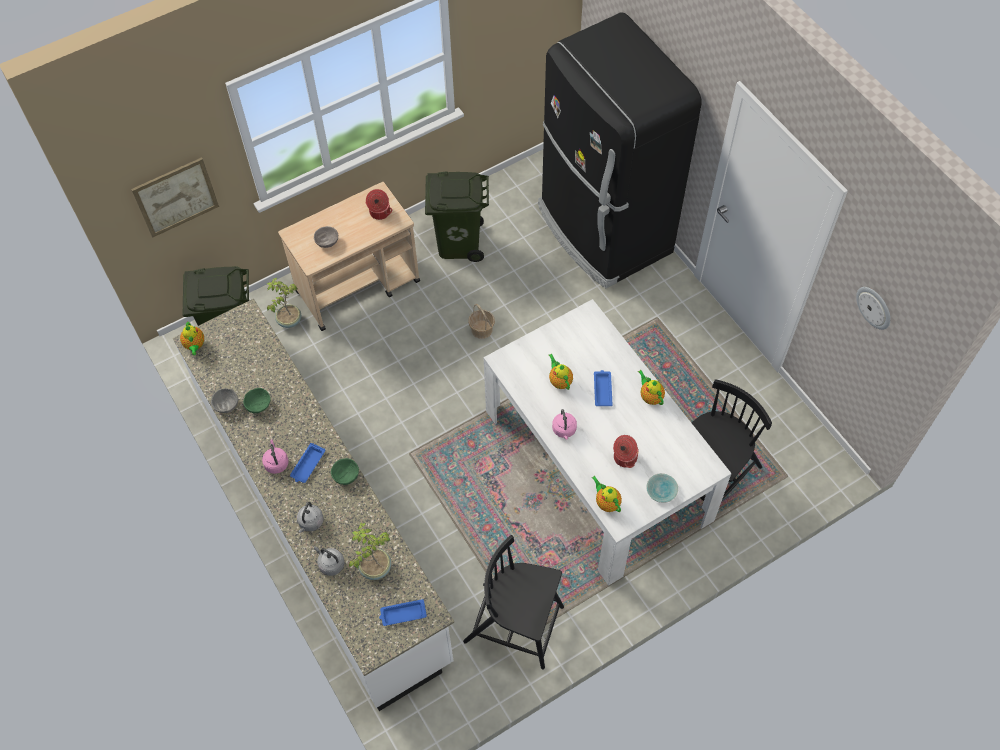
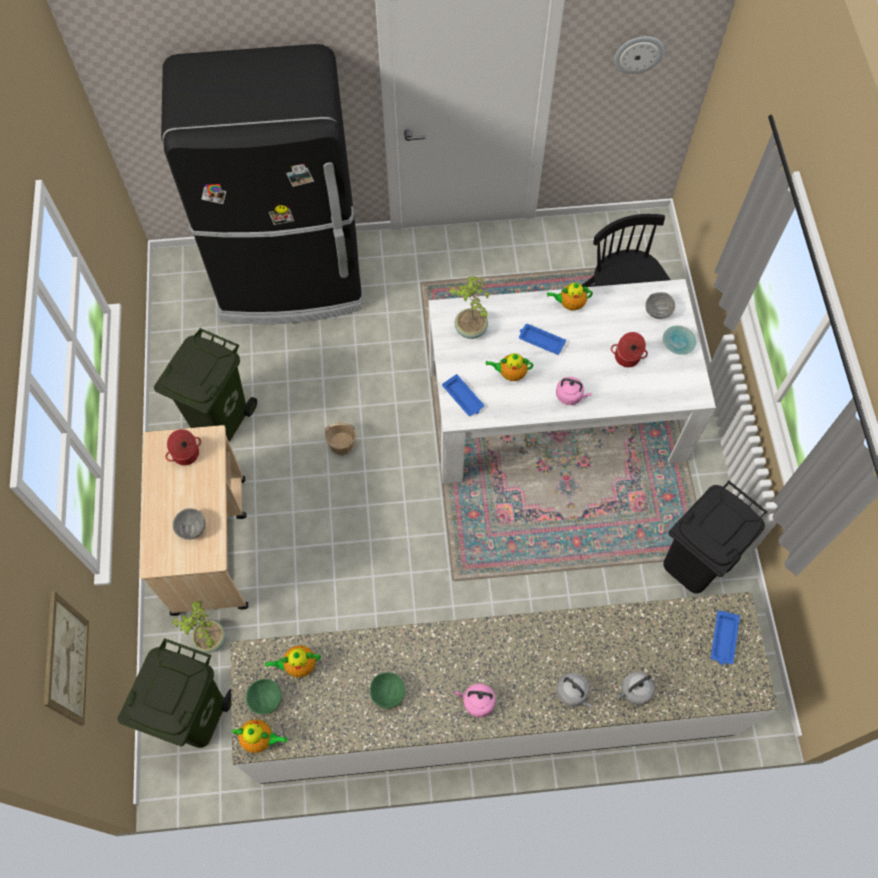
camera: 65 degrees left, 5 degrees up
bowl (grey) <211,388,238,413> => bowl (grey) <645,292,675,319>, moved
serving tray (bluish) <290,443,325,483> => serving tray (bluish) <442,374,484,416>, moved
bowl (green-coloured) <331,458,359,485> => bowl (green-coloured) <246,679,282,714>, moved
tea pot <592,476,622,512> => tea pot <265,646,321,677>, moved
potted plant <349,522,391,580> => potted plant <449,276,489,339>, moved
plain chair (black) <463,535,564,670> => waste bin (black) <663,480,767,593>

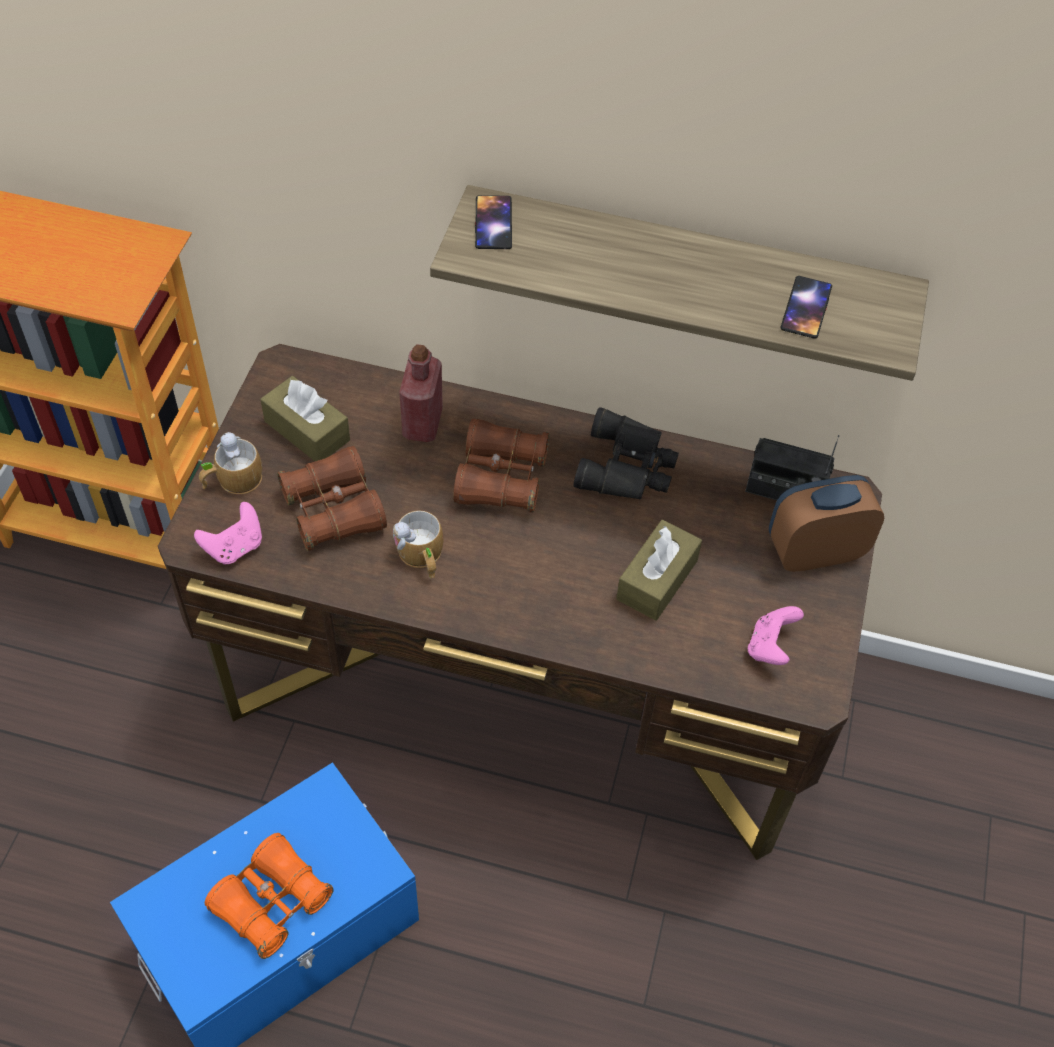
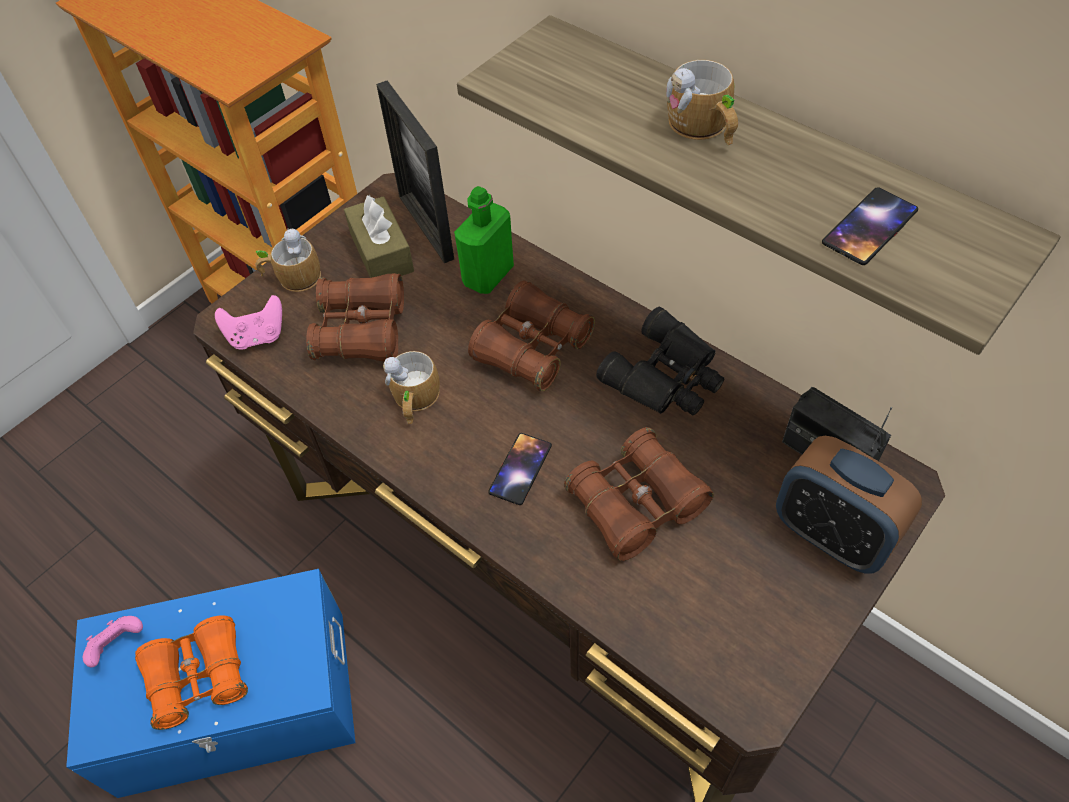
camera: 30 degrees right, 0 degrees up
handset <475,195,512,249> => handset <488,433,552,505>, moved
drink bottle (red) <399,344,443,442> => drink bottle (green-coloured) <454,186,514,294>
bedside clock <769,475,884,572> => bedside clock <776,436,922,574>, 150 degrees counterclockwise
tissue box (brown) <616,520,702,621> => field glasses (brown) <564,427,714,561>
game controller (pink-coloured) <748,606,804,665> => game controller (pink-coloured) <83,616,143,667>, moved
nothing => mug <666,60,738,145>
nothing => photo frame <376,80,454,263>

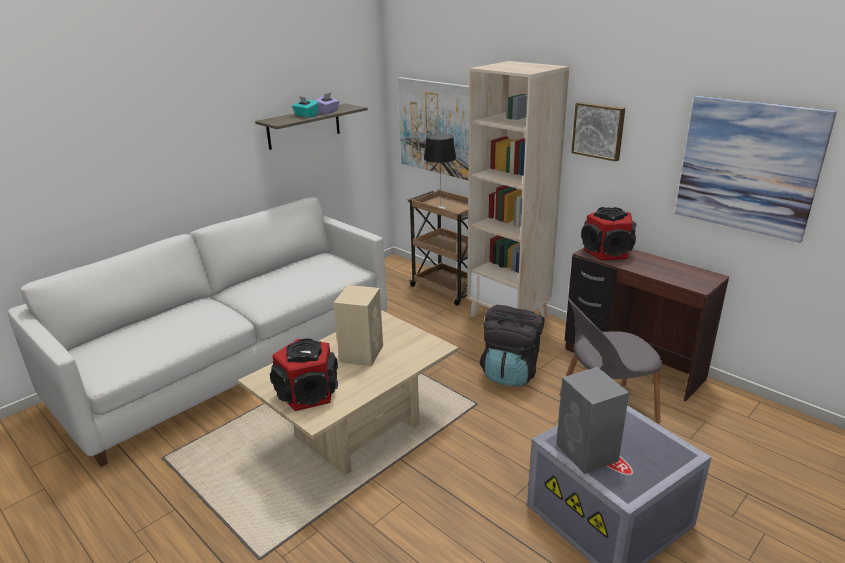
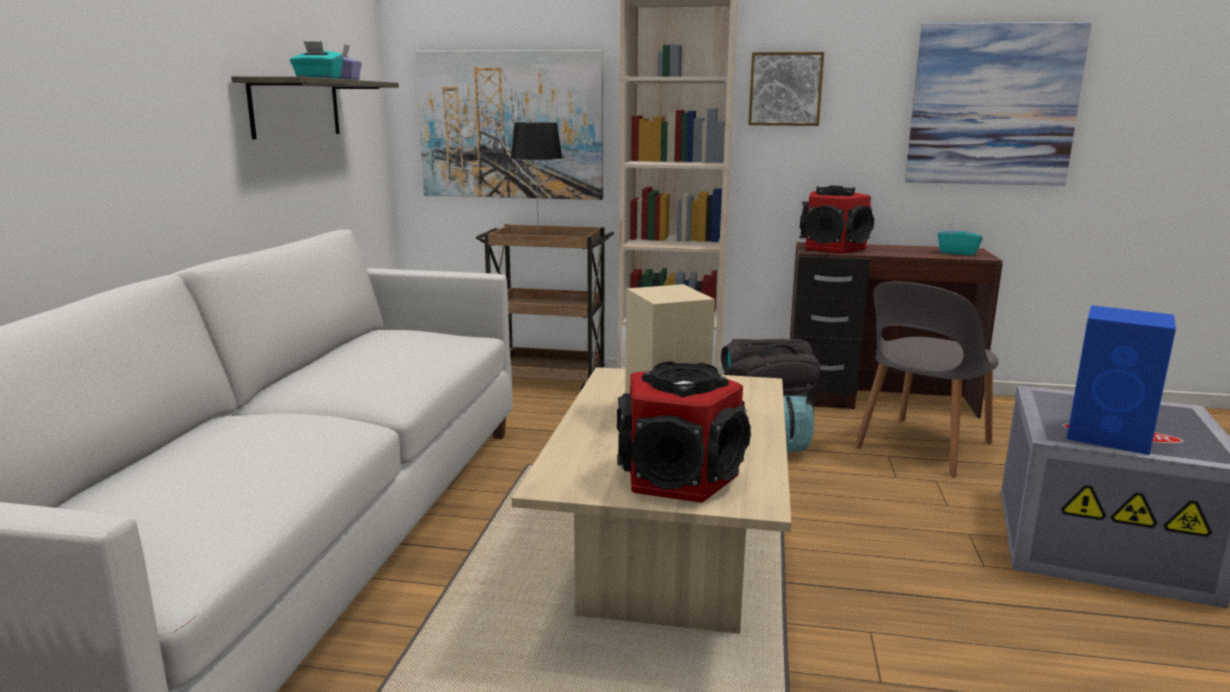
camera: 35 degrees left, 10 degrees down
loudspeaker (grey) <556,367,629,474> => loudspeaker (bluish) <1067,305,1176,455>
nothing => tissue box (turquoise-coloured) <938,221,983,256>

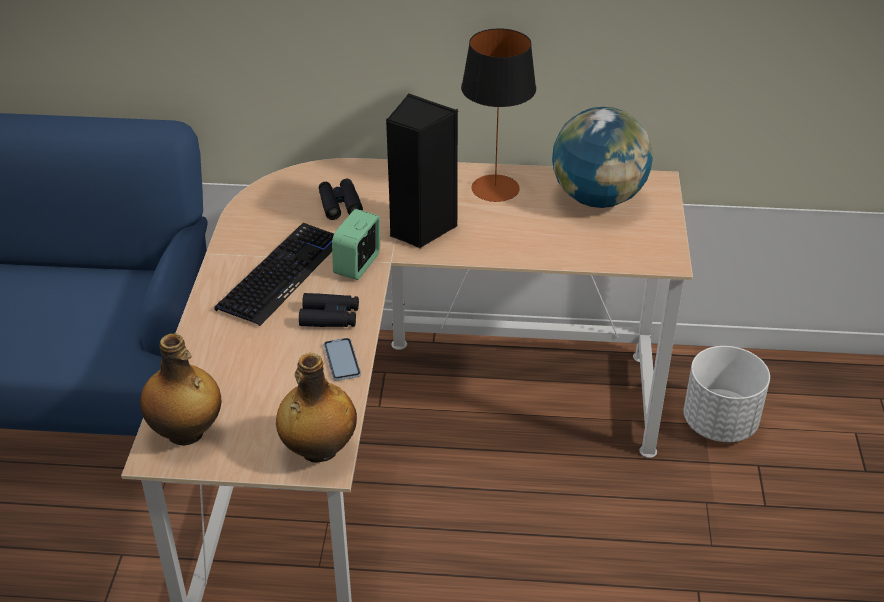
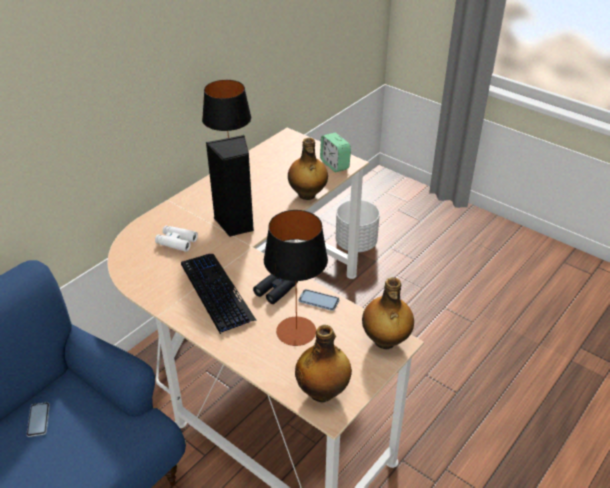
camera: 55 degrees left, 0 degrees up
world globe <552,107,653,208> => nothing
field glasses (black) <319,179,363,220> => field glasses (white-coloured) <155,225,198,252>
bedside clock <332,209,380,280> => bedside clock <320,132,351,172>, moved
nothing => drink bottle <288,138,328,200>
nothing => table lamp <264,210,328,346>
nothing => handset <26,402,50,437>

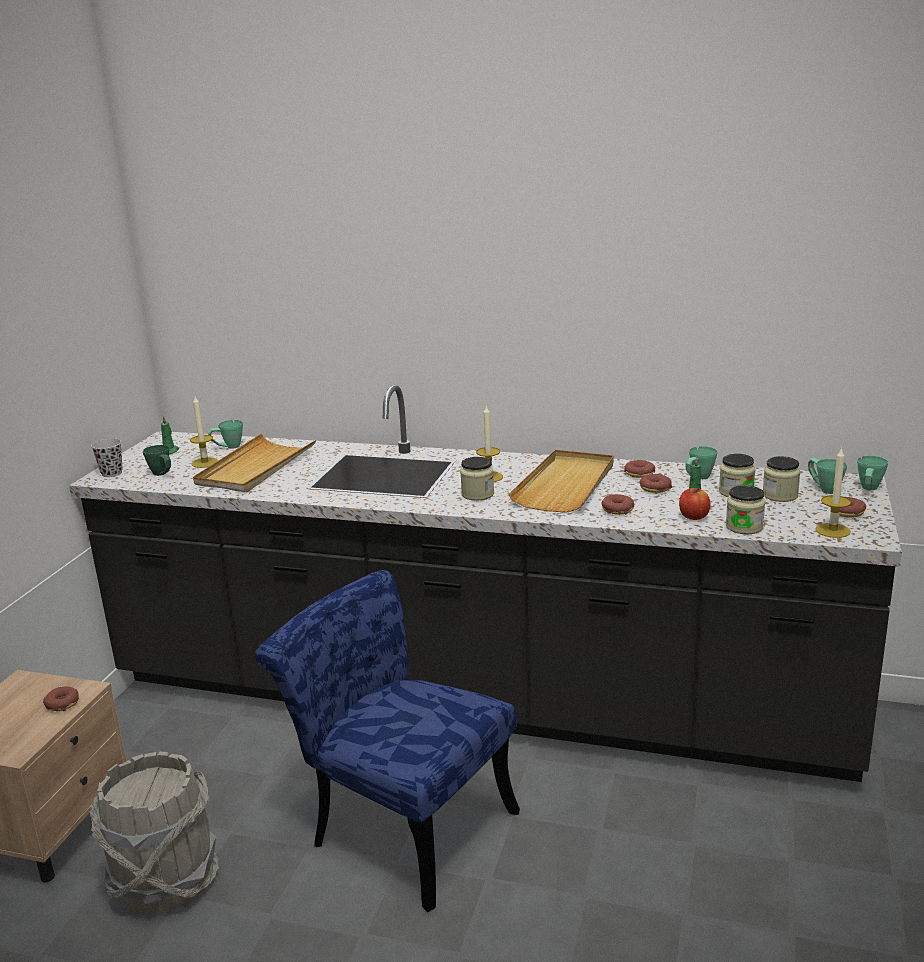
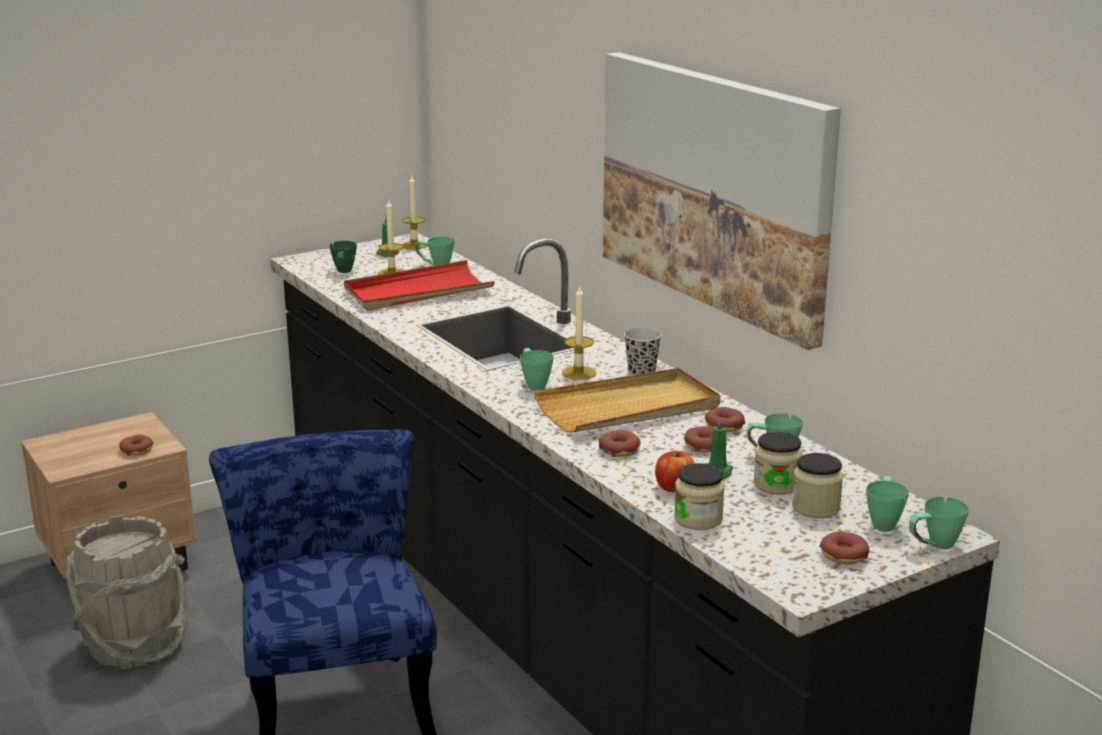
camera: 40 degrees right, 0 degrees up
serving tray (beige-coloured) <193,433,316,493> => serving tray (red) <344,260,495,311>
cup (black) <91,438,123,477> => cup (black) <624,327,662,375>, moved
candle <816,447,851,538> => candle <401,176,427,250>, moved
jar <460,457,494,501> => mug (green-coloured) <520,348,554,391>
nothing => picture <603,52,841,350>

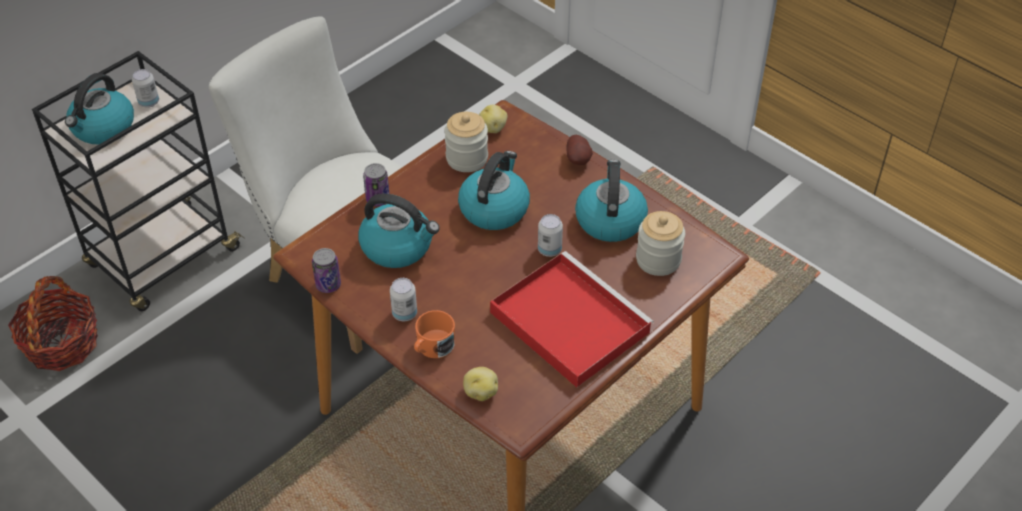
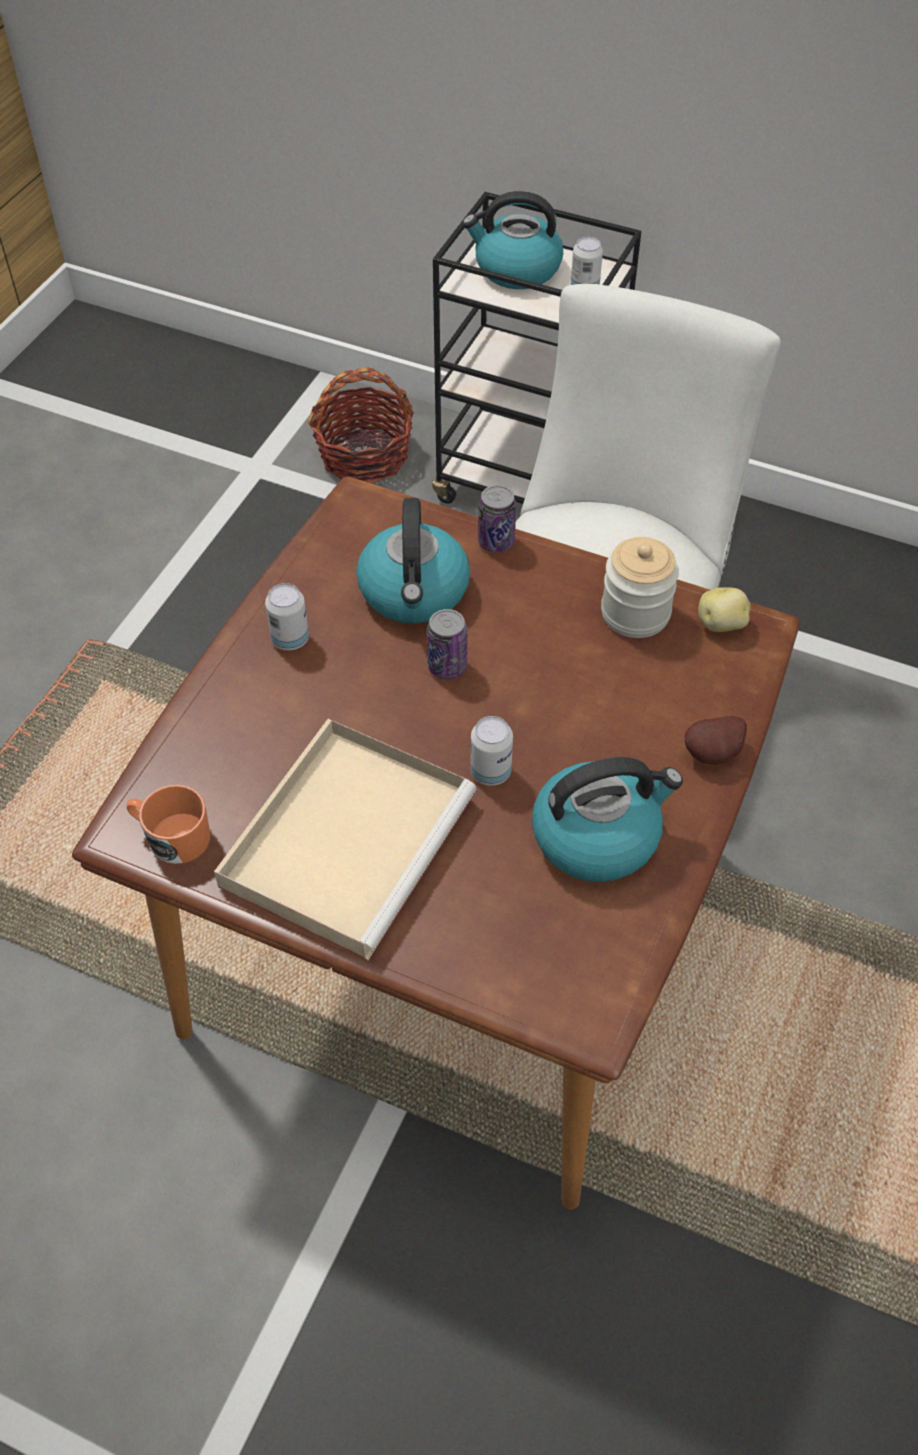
camera: 70 degrees right, 5 degrees up
tea kettle <458,151,530,230> => nothing
jar <636,211,685,276> => nothing
sealed can <312,248,341,293> => sealed can <427,609,467,679>, moved
serving tray (red) <490,251,654,388> => serving tray (beige-coloured) <214,719,476,960>
mug (orange) <414,310,455,358> => mug (orange) <126,785,210,864>, moved
spud <463,367,498,401> => nothing

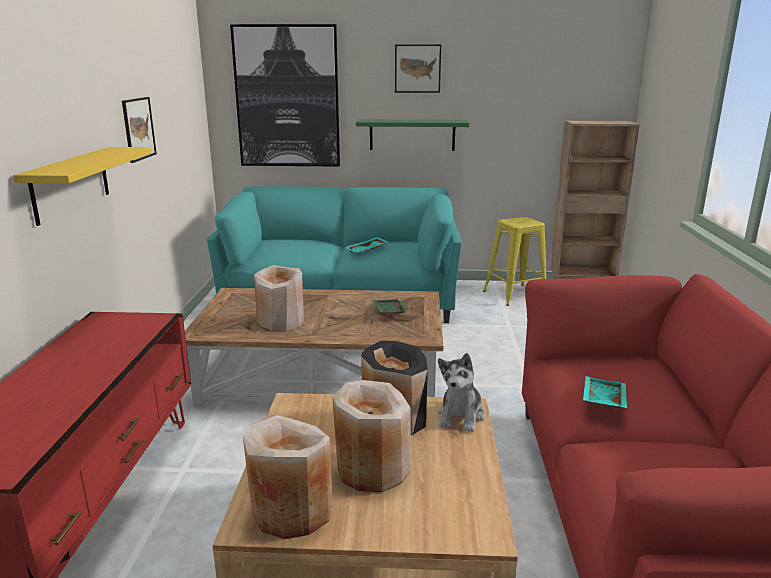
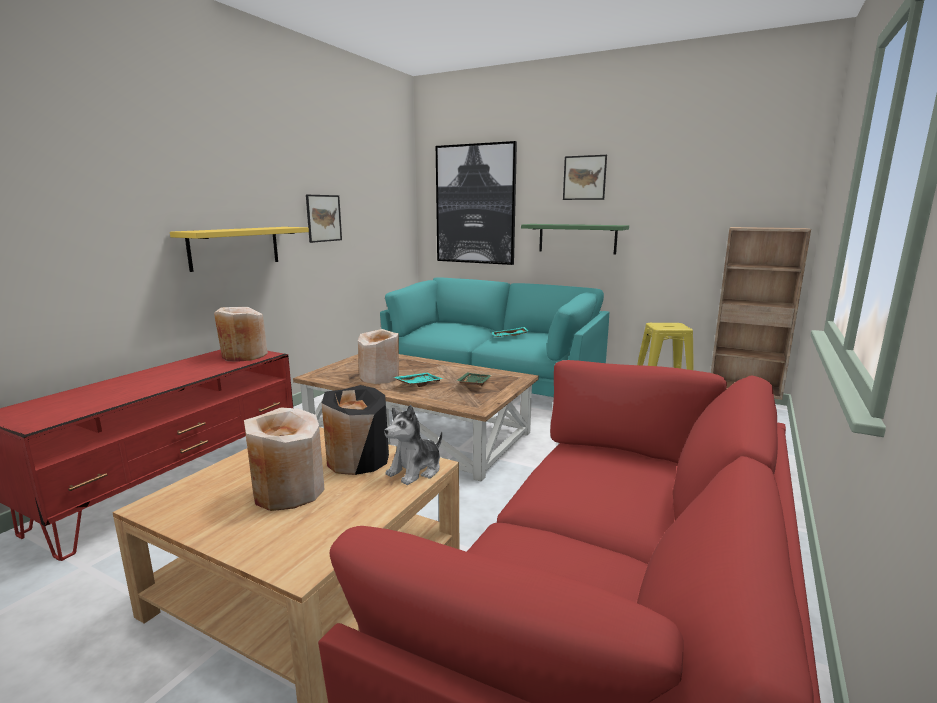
camera: 25 degrees right, 5 degrees down
serving tray (turquoise-coloured) <583,376,627,409> => serving tray (turquoise-coloured) <394,373,443,387>, moved
decorative vase (beige-coloured) <243,415,332,539> => decorative vase (beige-coloured) <214,307,268,362>, moved

